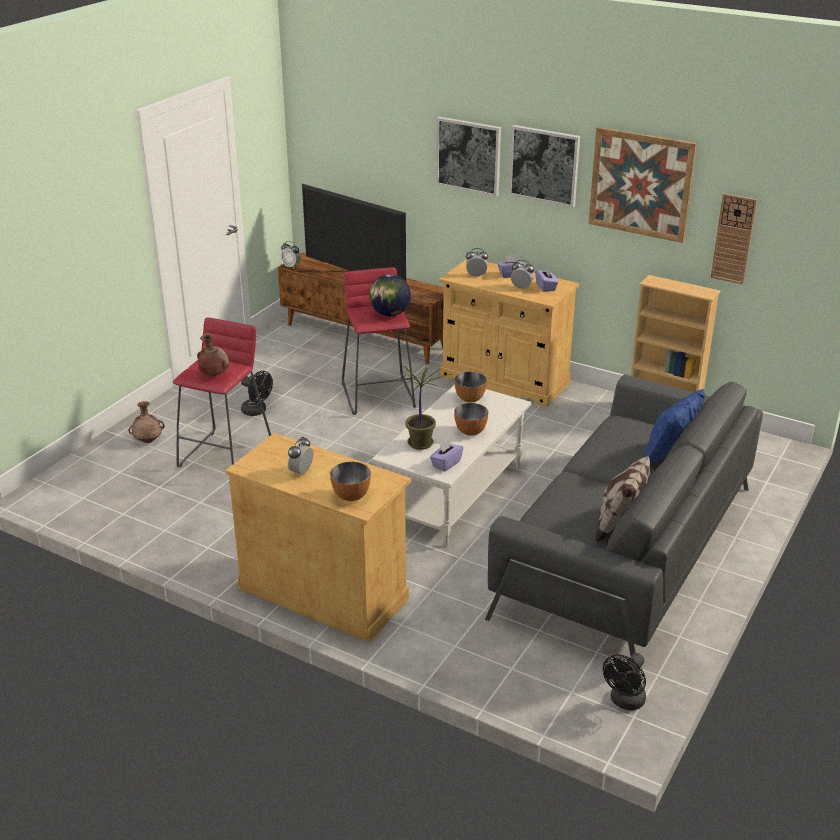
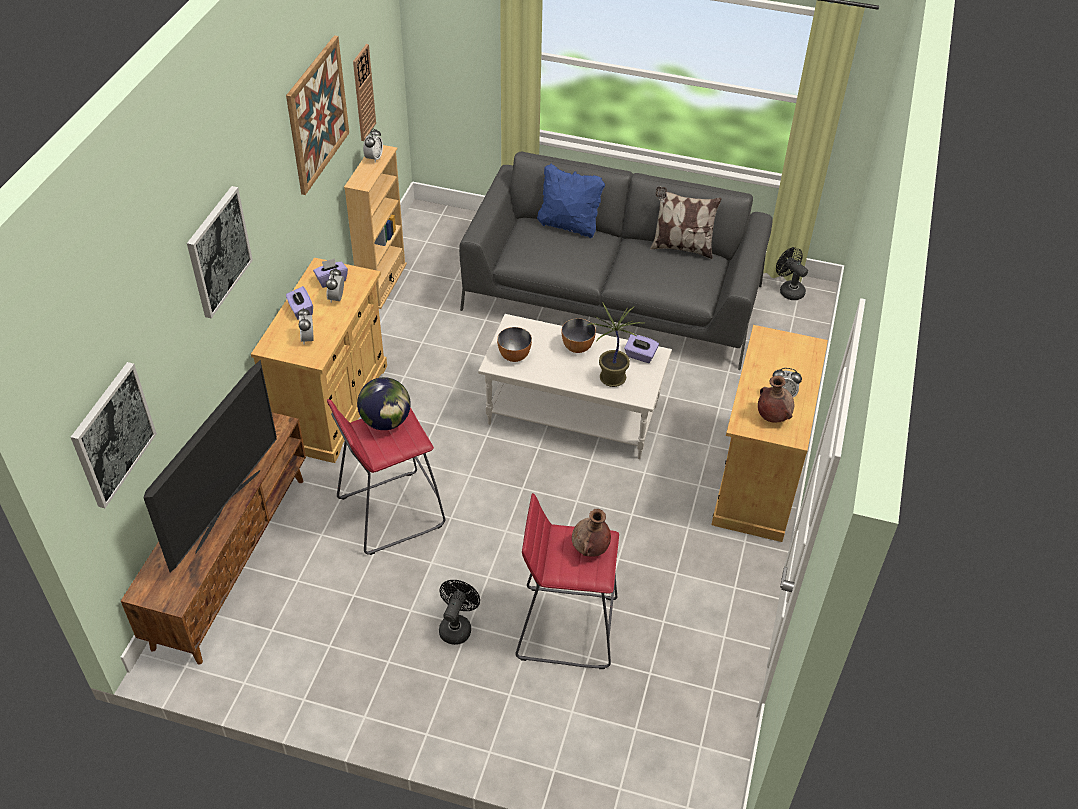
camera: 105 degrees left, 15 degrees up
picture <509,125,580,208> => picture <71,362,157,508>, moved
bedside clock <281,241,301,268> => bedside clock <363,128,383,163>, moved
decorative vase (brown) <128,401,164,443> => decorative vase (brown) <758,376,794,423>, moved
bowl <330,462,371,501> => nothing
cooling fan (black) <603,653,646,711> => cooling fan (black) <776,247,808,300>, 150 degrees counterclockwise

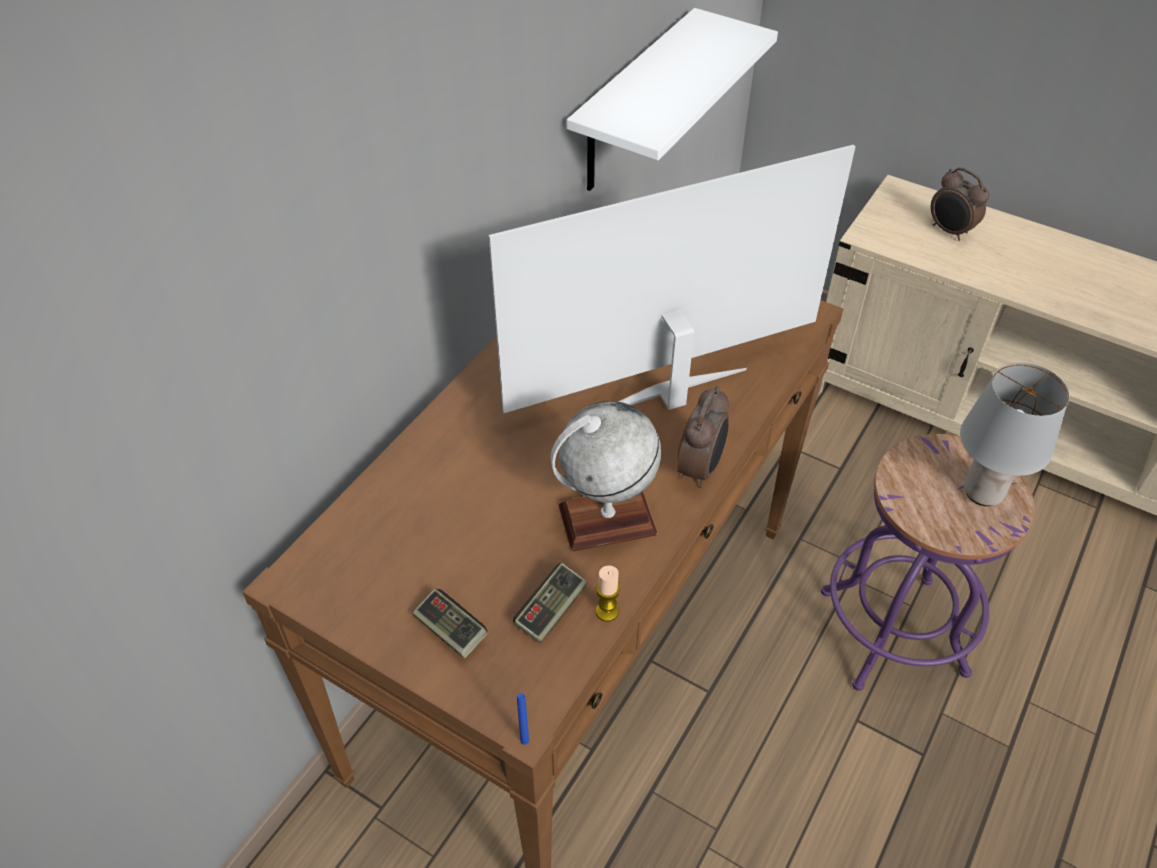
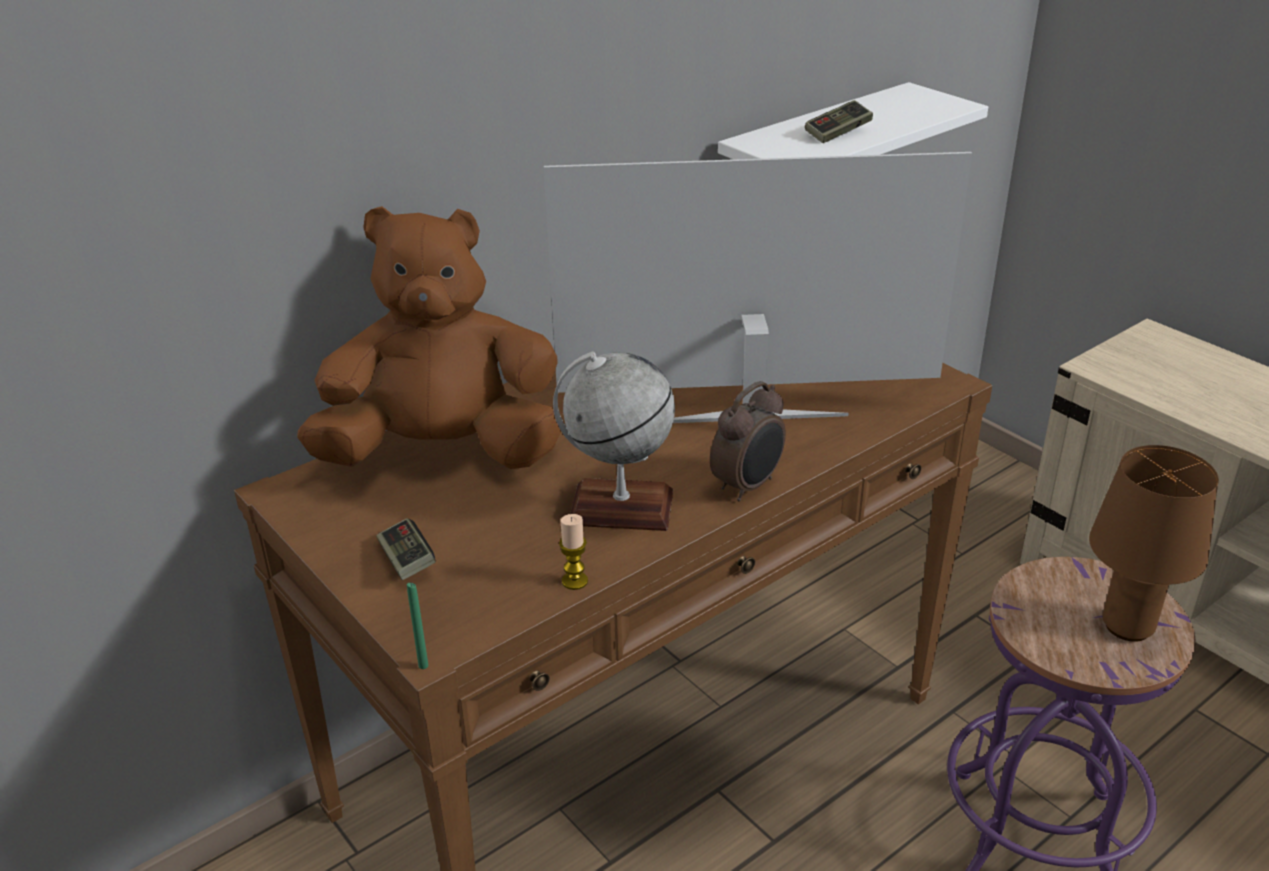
camera: 20 degrees right, 15 degrees down
bedside clock <931,167,989,241> => nothing
table lamp (grey) <960,363,1069,506> => table lamp (brown) <1089,445,1219,642>
game controller <513,563,587,644> => game controller <805,100,873,143>, moved
candle (bluish) <517,693,529,745> => candle (green-coloured) <407,583,428,669>
nothing => soft toy (brown) <297,206,561,469>

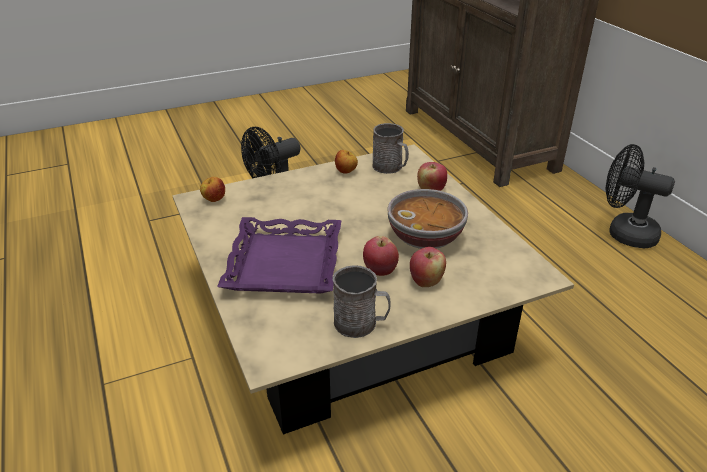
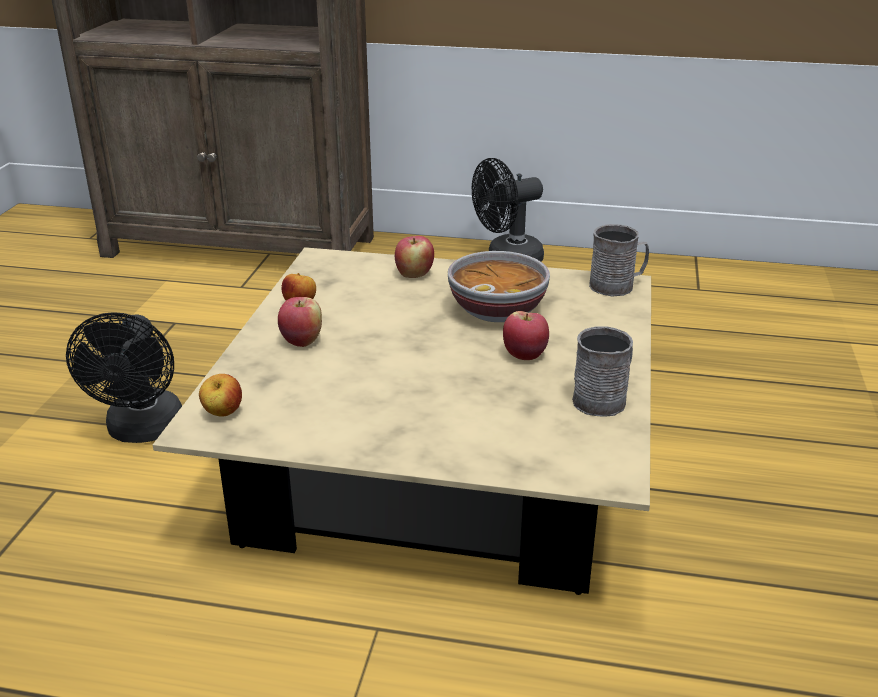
camera: 55 degrees left, 5 degrees down
mug (grey) <373,123,409,174> => mug (grey) <589,224,649,297>, moved
serving tray (purplish) <217,217,341,294> => nothing
apple <410,247,446,287> => apple <278,297,322,347>, moved

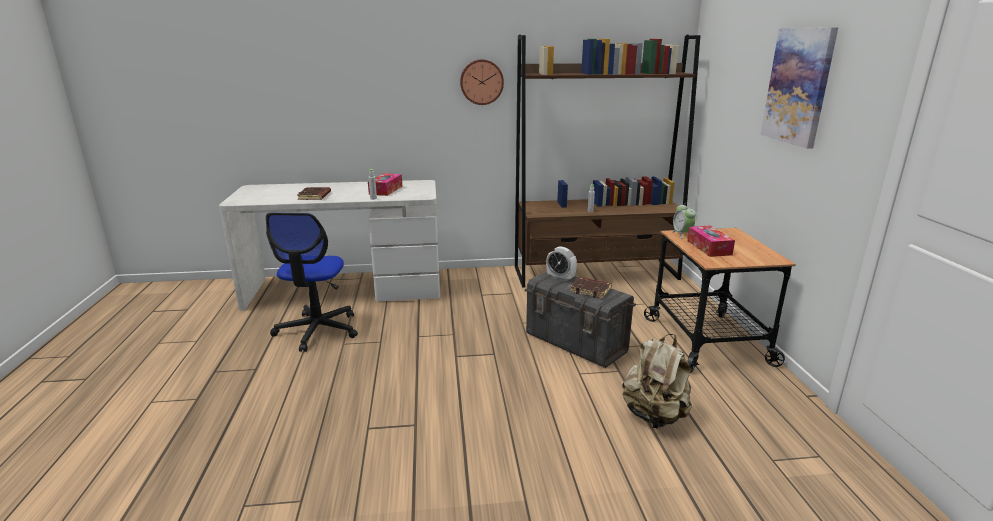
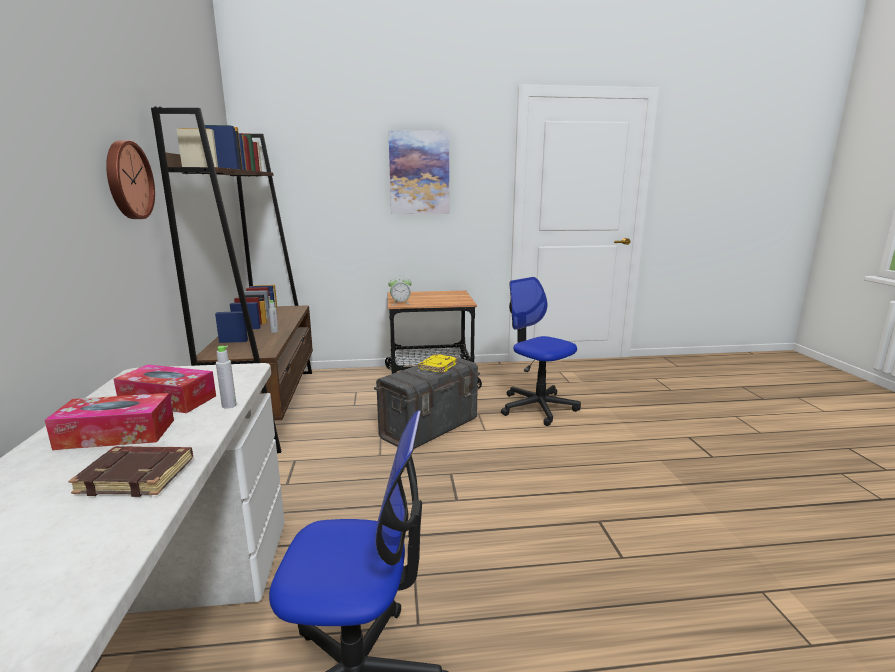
camera: 90 degrees left, 5 degrees down
tissue box <687,226,735,257> => tissue box <45,393,174,450>, moved
bedside clock <546,246,577,282> => nothing
volume (brown) <570,277,612,298> => volume (yellow-coloured) <418,354,458,373>
knapsack (beige-coloured) <622,334,692,429> => computer chair <501,277,581,426>

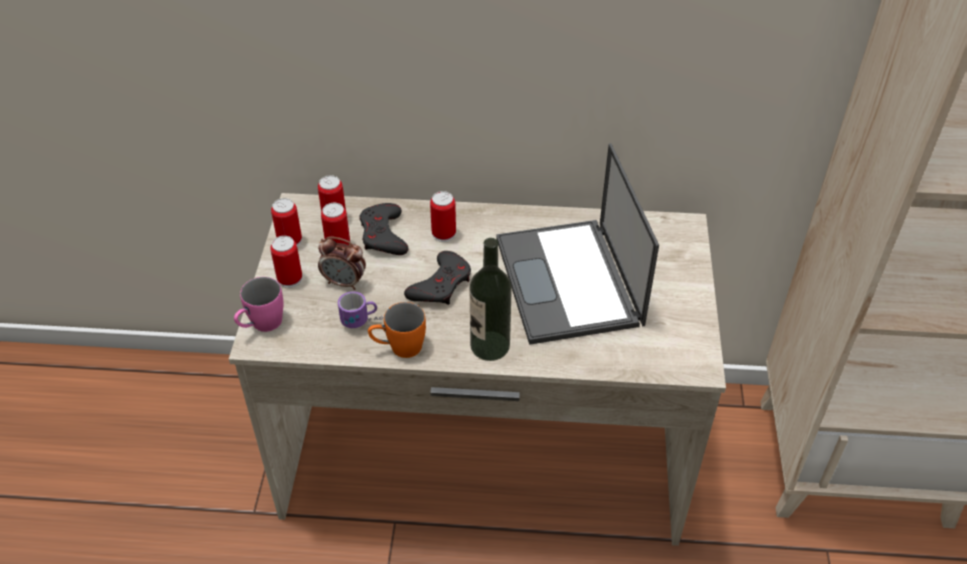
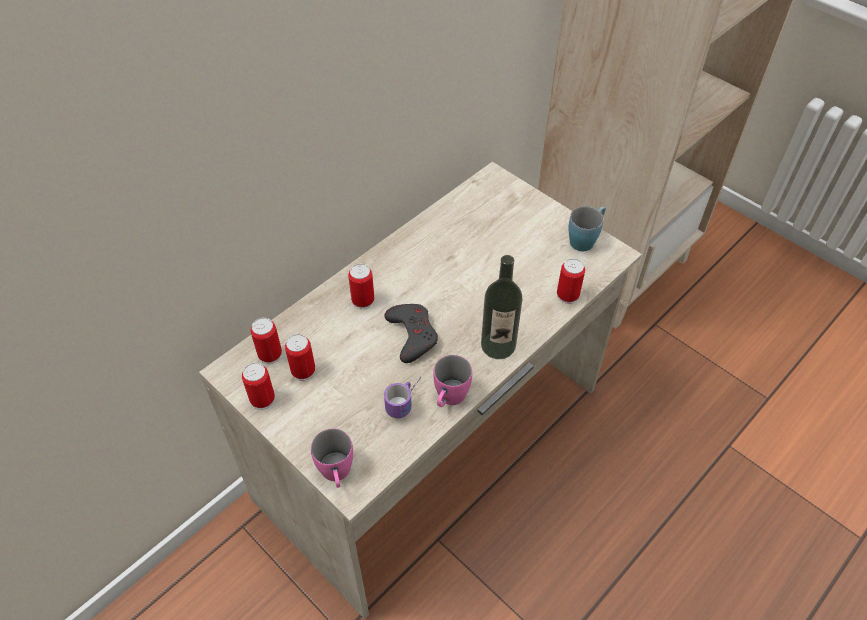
camera: 50 degrees left, 5 degrees up
notebook computer <496,143,659,345> => nothing
game controller (grey) <359,203,409,255> => nothing
sealed can <270,236,302,288> => sealed can <557,258,585,304>, moved
bedside clock <318,236,366,290> => nothing
mug (orange) <368,302,426,358> => mug (pink-coloured) <433,355,472,407>
nothing => mug (bluish) <569,206,606,251>

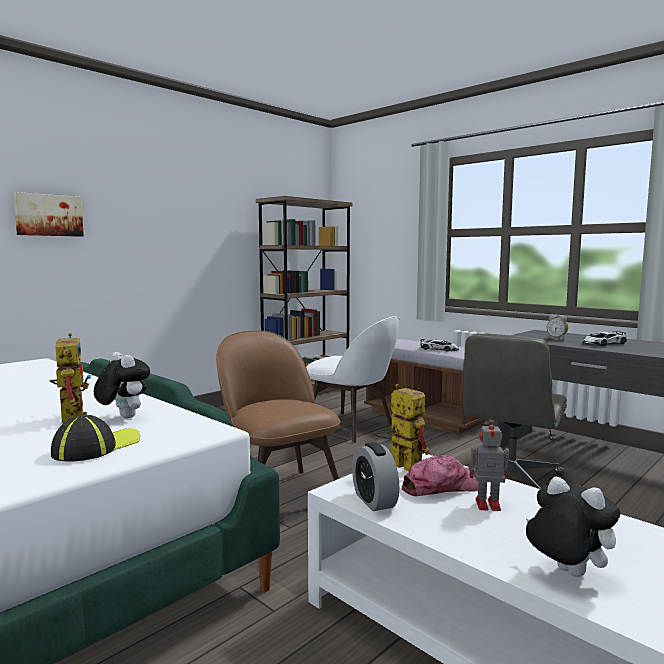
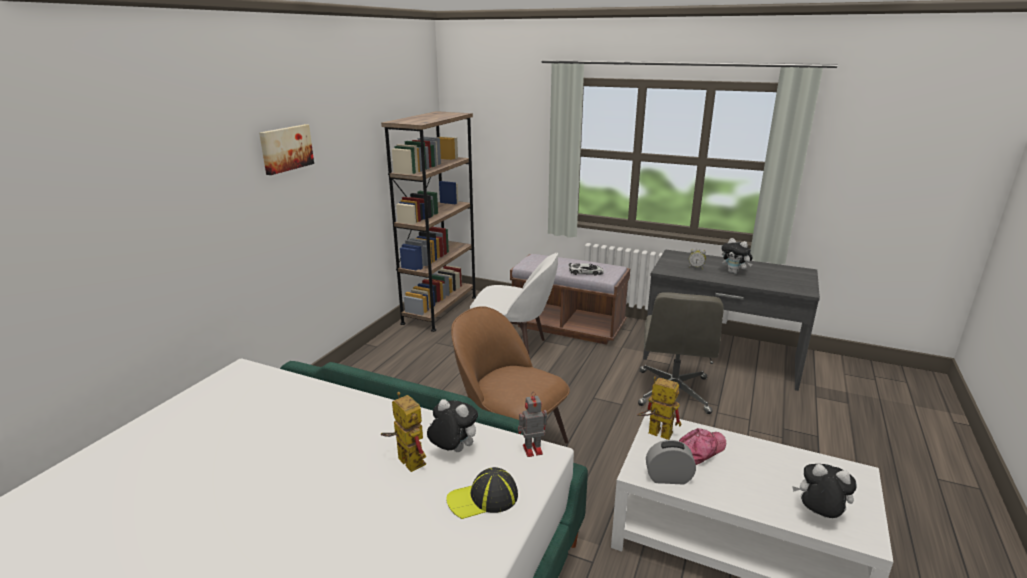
camera: 20 degrees left, 15 degrees up
picture <13,192,84,237> => picture <259,124,314,175>, moved
miniature car <583,331,627,346> => soft toy <721,238,753,274>
cap <51,414,140,462> => cap <446,467,518,519>, 120 degrees counterclockwise
model robot <469,417,509,511> => model robot <518,392,547,457>, moved
bedside clock <352,442,399,511> => bedside clock <646,440,696,485>, 135 degrees clockwise

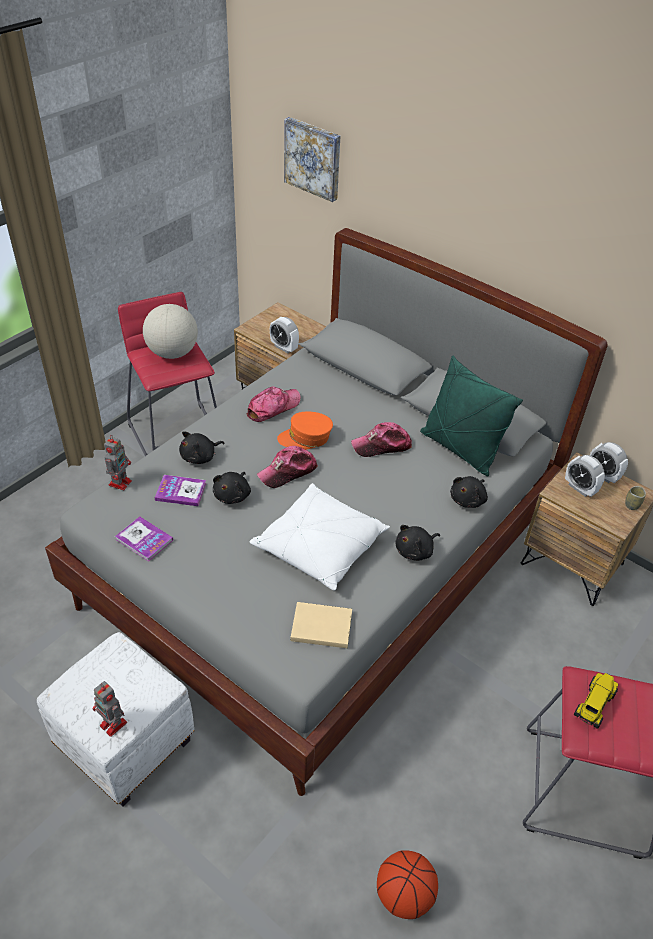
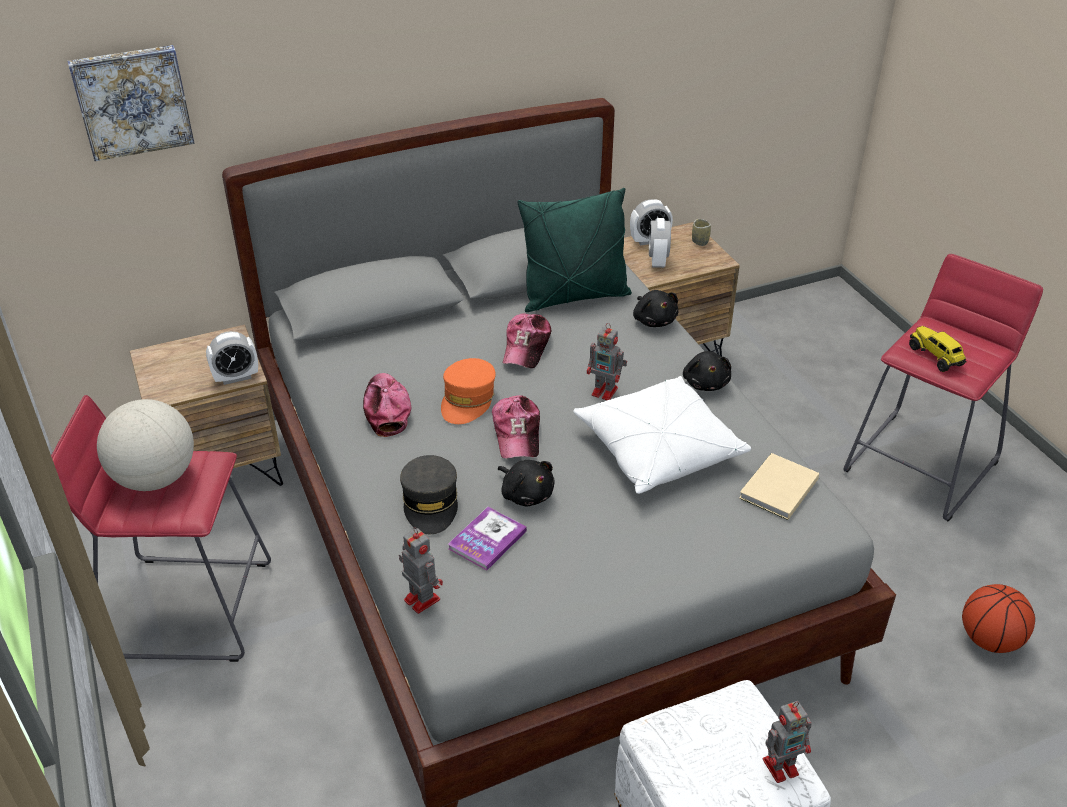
camera: 60 degrees left, 5 degrees down
soft toy (black) <179,431,225,464> => cap (grey) <400,455,458,534>
bedside clock <565,455,605,497> => bedside clock <649,218,671,268>, 105 degrees clockwise
volume <115,516,173,561> => nothing
nothing => model robot <587,323,627,400>

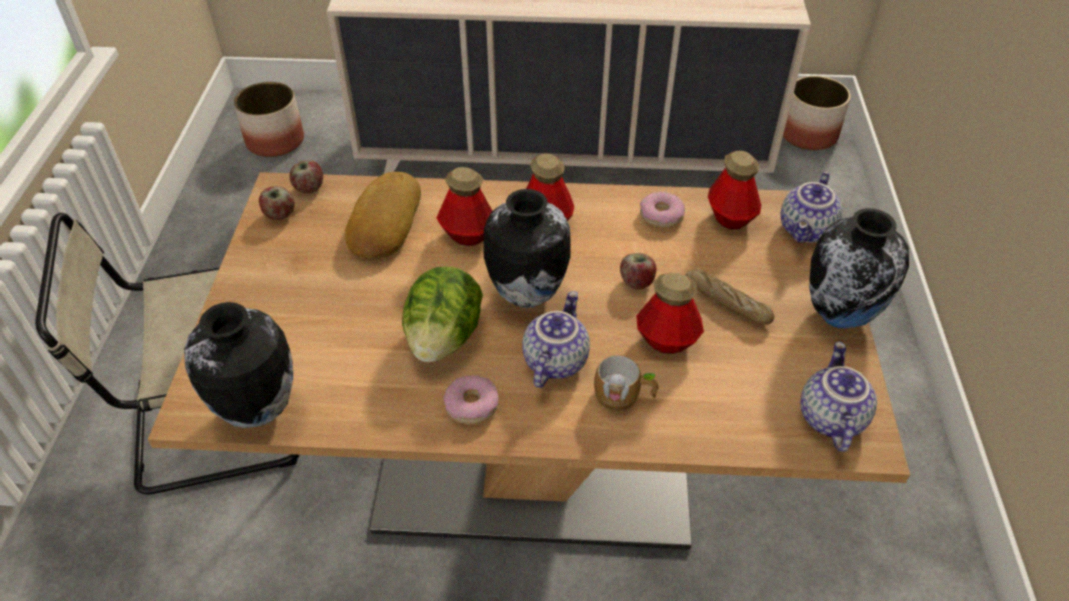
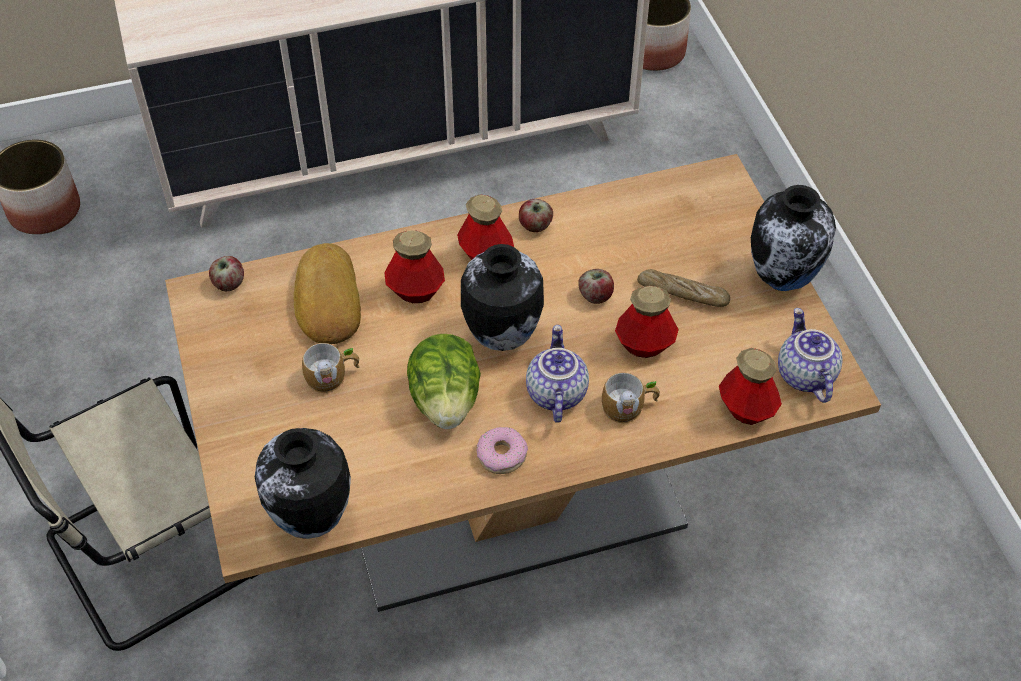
camera: 20 degrees left, 5 degrees up
drink bottle <708,151,761,229> => drink bottle <719,348,782,425>, moved
tea pot <780,172,842,243> => nothing
apple <259,186,295,220> => apple <519,199,553,232>, moved
doughnut <640,192,685,228> => nothing
nothing => mug <302,343,359,393>

